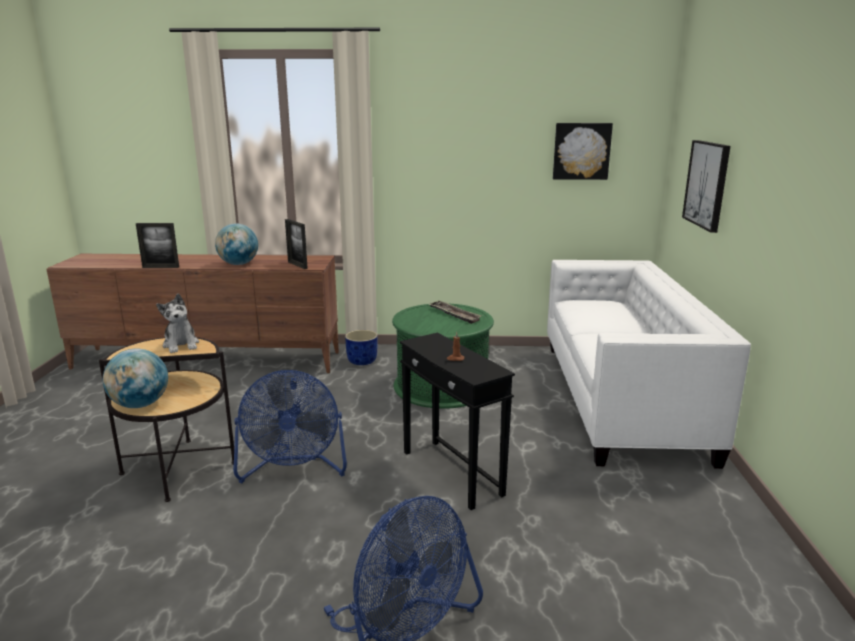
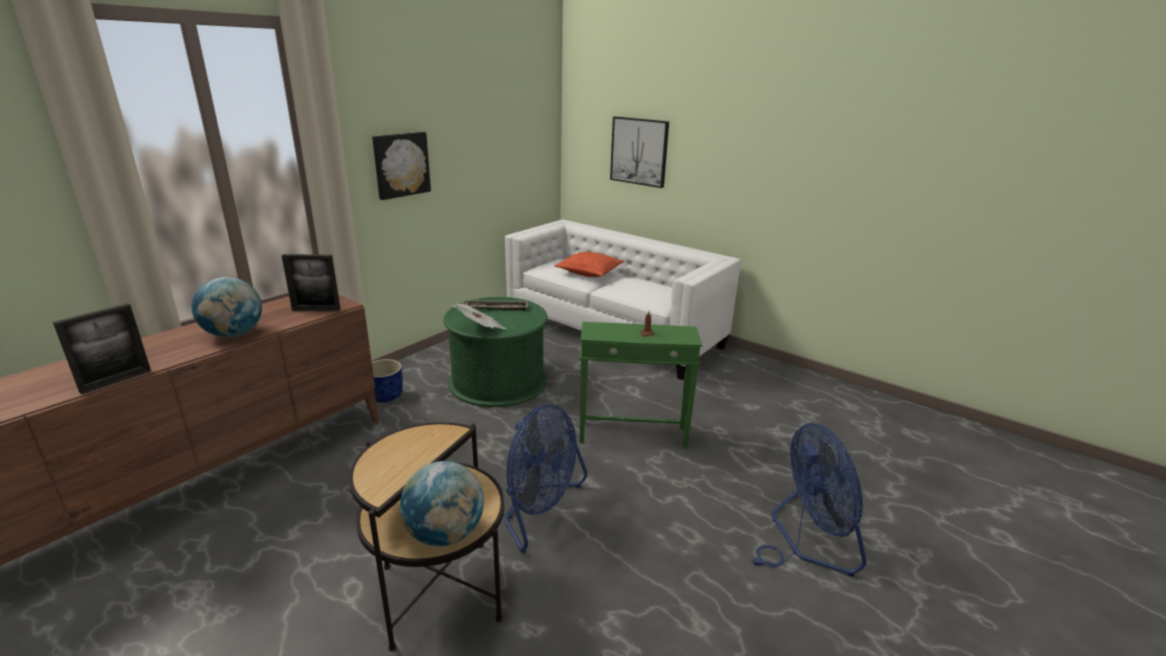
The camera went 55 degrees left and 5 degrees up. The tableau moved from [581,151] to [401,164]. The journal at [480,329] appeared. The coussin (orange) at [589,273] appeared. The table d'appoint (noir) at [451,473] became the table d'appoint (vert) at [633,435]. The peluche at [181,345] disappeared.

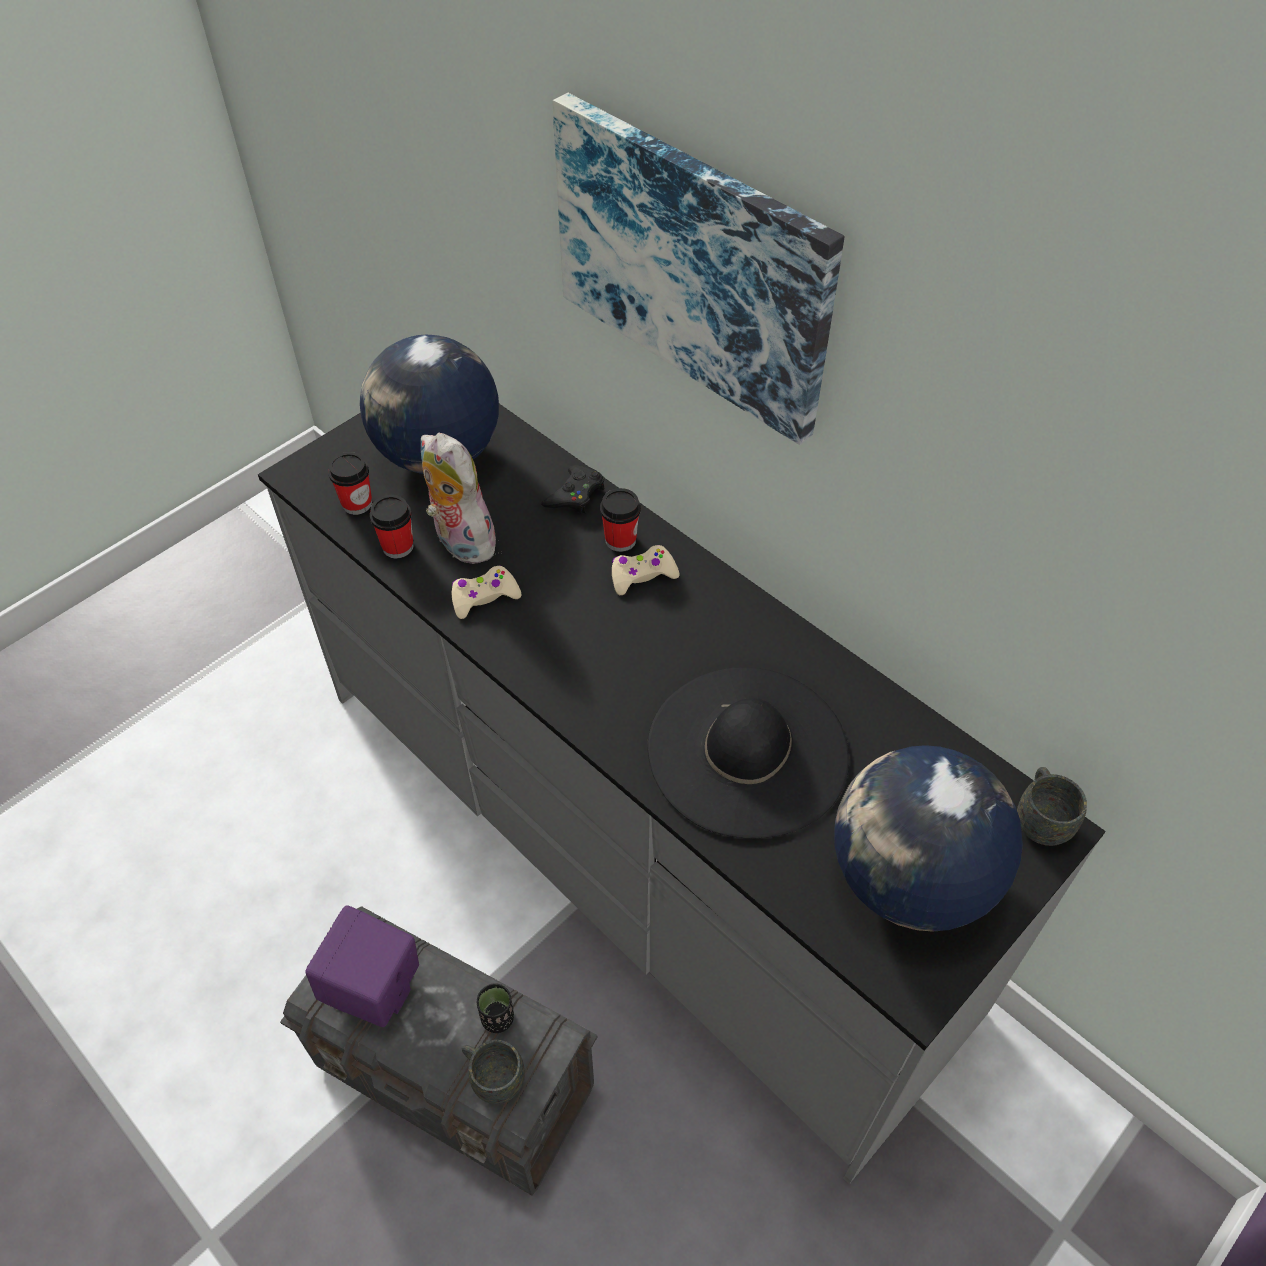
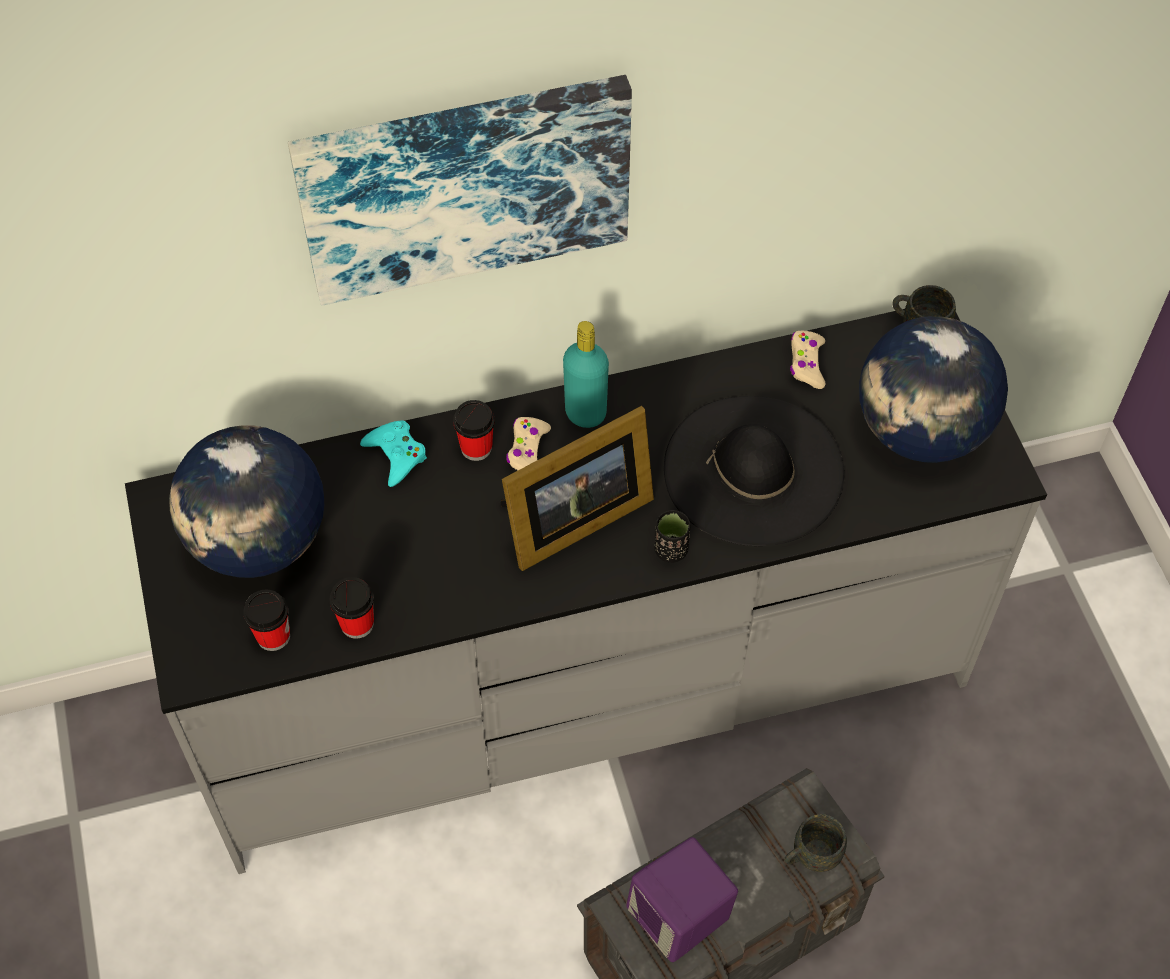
The camera went 60 degrees left and 5 degrees up. The manette (noir) at [575,495] became the manette (turquoise) at [396,455]. The cadre photo at [571,520] appeared. The bouteille (turquoise) at [585,413] appeared. The tasse (noir) moved from [498,1018] to [671,550]. The manette (beige) moved from [484,597] to [806,364]. The peluche at [460,542] disappeared.

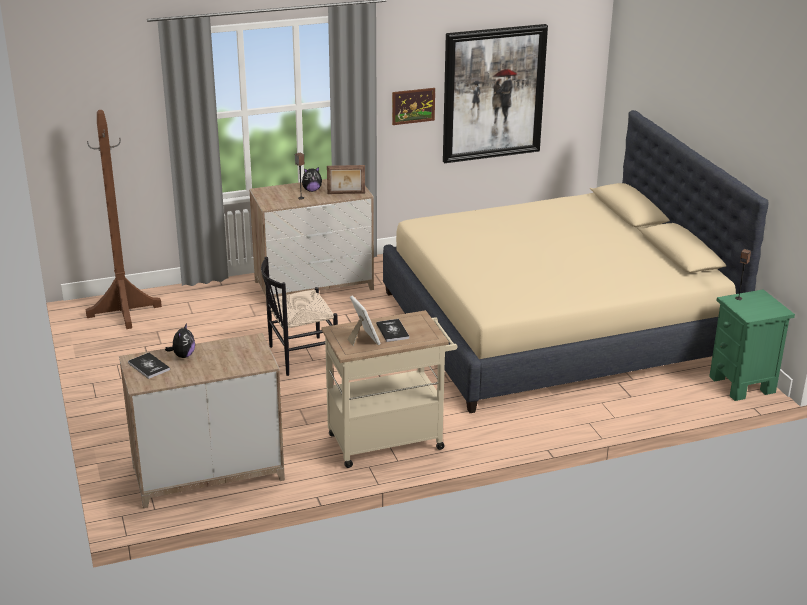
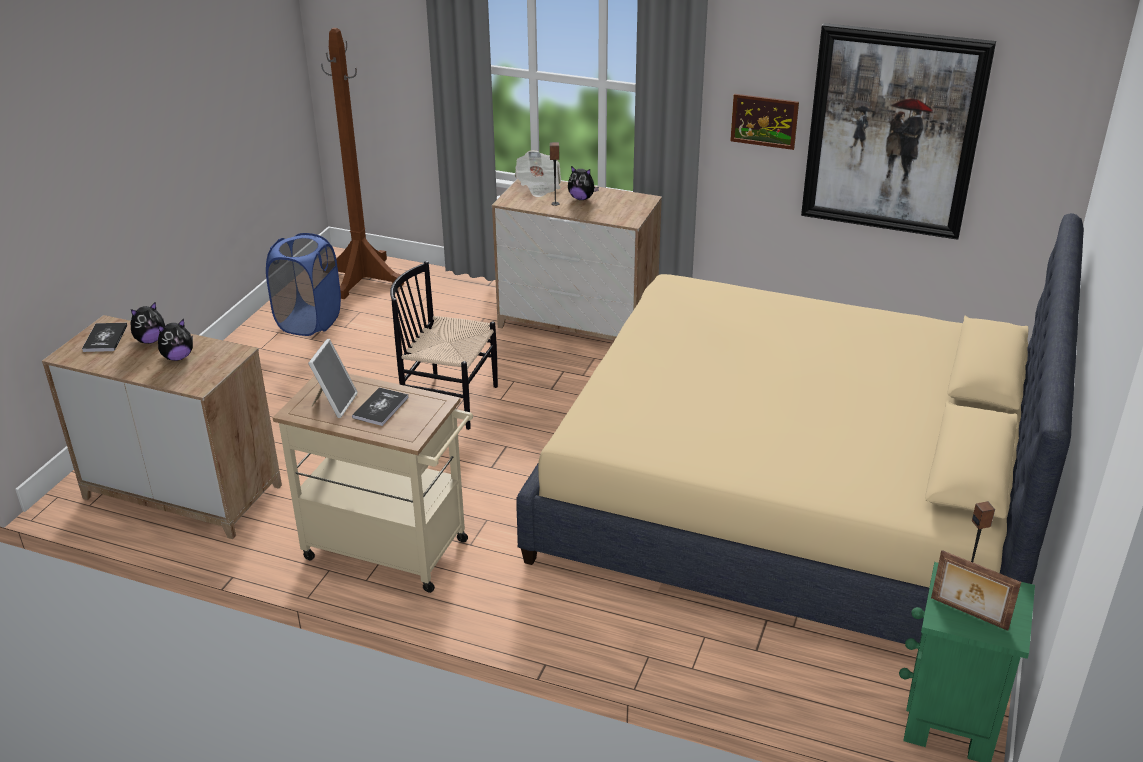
The camera went 40 degrees right and 5 degrees up. The peluche at [178,357] appeared. The panier à linge (bleu) at [309,321] appeared. The journal at [538,186] appeared. The cadre photo moved from [346,193] to [968,614].

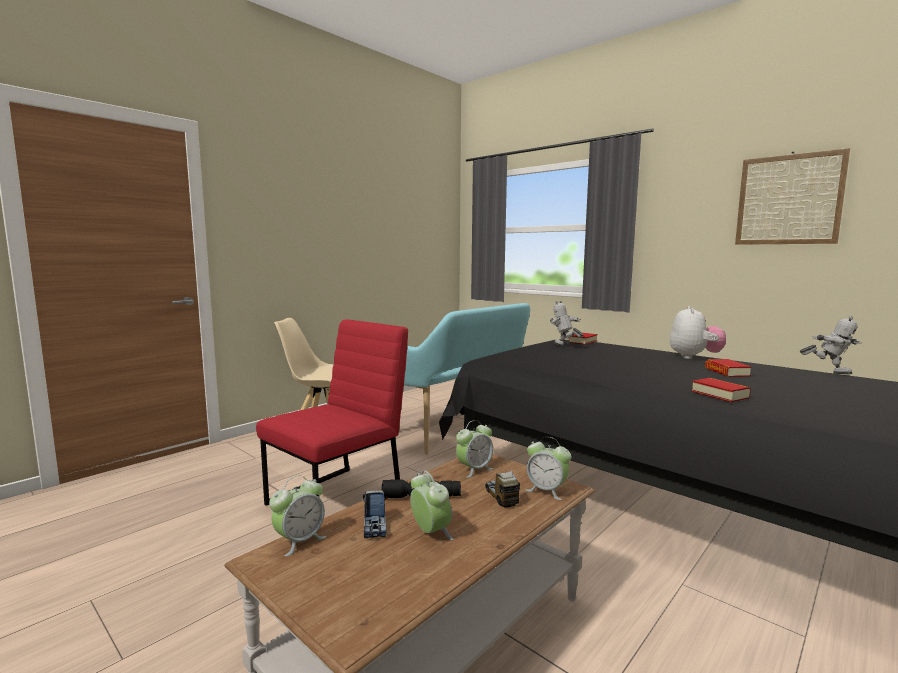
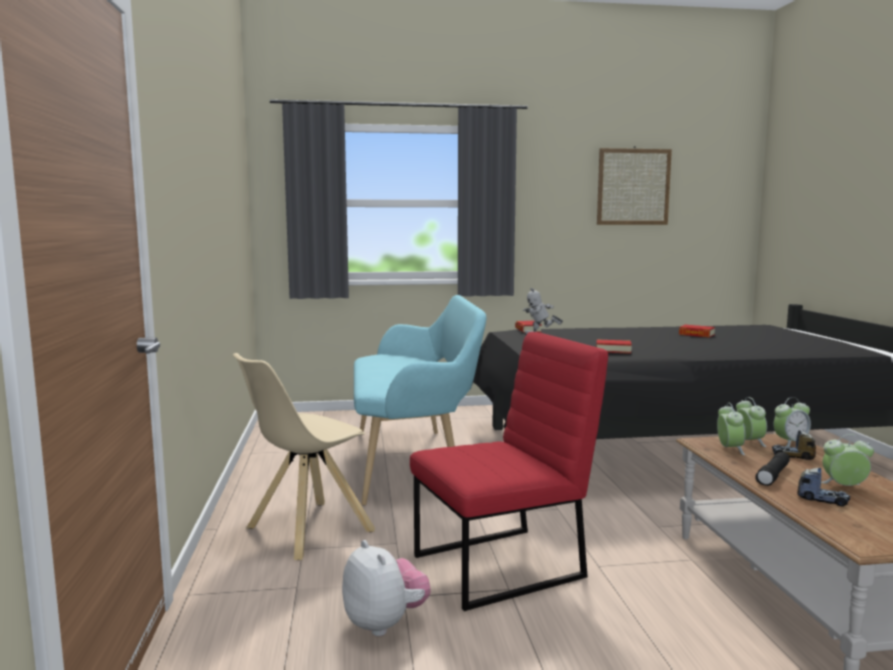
The camera went 50 degrees left and 0 degrees up. The peluche moved from [694,357] to [385,623]. The chaise (rouge) at [338,497] turned 75 degrees clockwise. The livre moved from [719,394] to [613,350]. The réveil moved from [299,541] to [749,442]. The robot jouet at [828,372] disappeared.

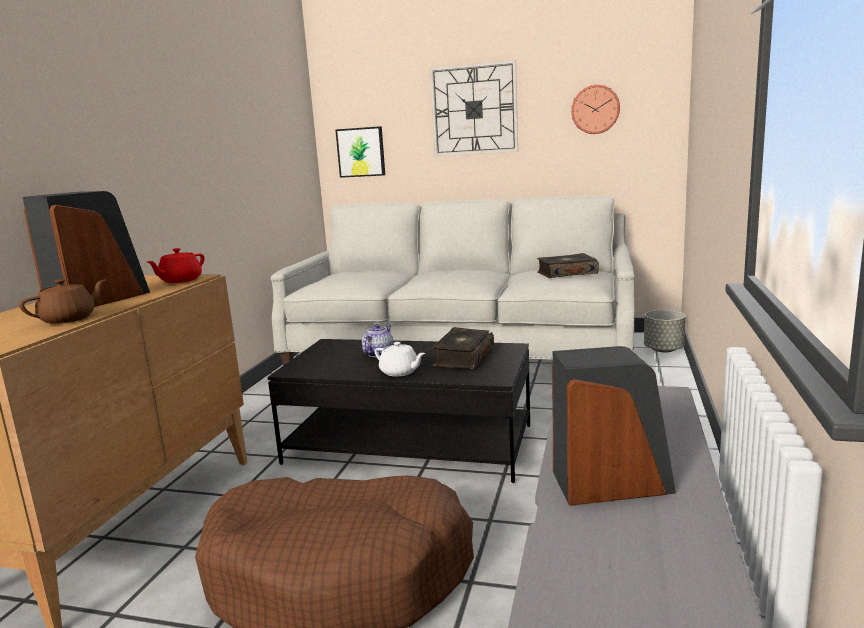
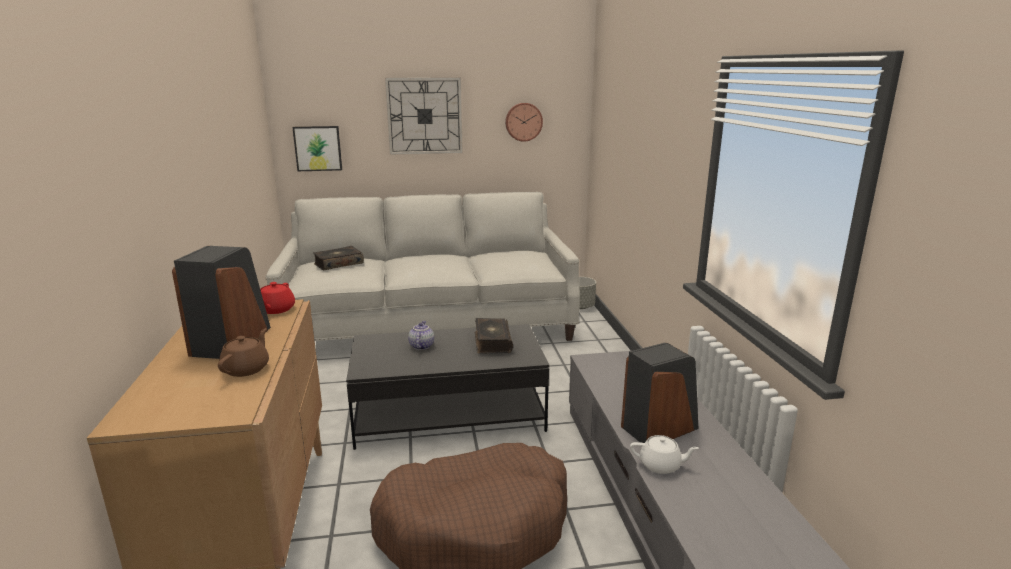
The camera went 25 degrees left and 5 degrees up. The livre moved from [566,273] to [338,264]. The théière (blanc) moved from [400,372] to [661,465].

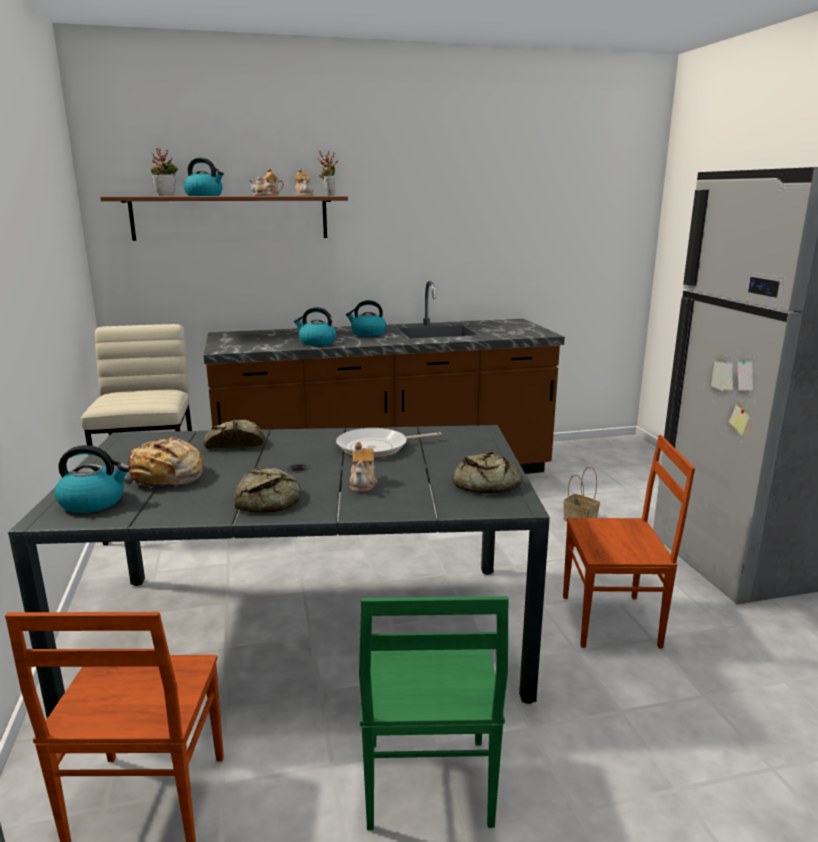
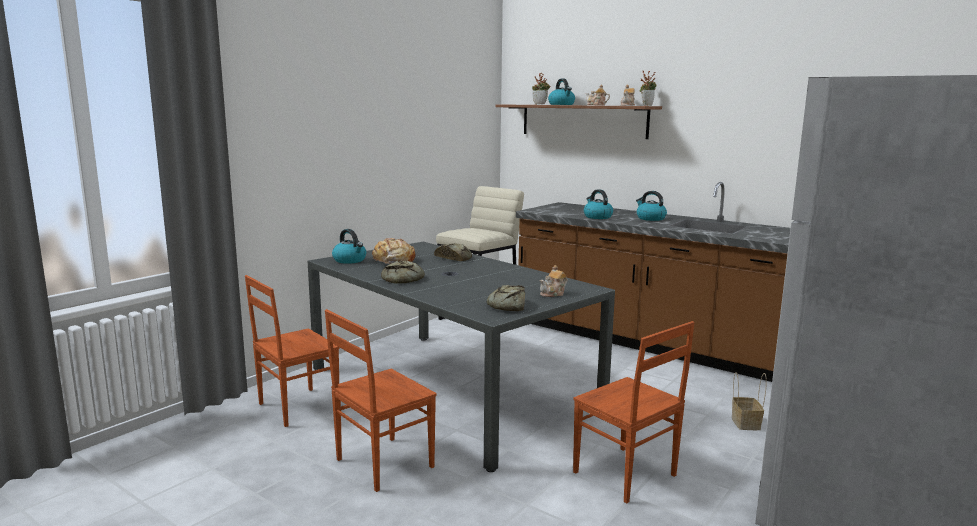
The camera went 50 degrees right and 5 degrees down. The chaise (vert) at [426,785] became the chaise (marron) at [382,463]. The théière moved from [363,484] to [553,294]. The poêle at [377,447] disappeared.

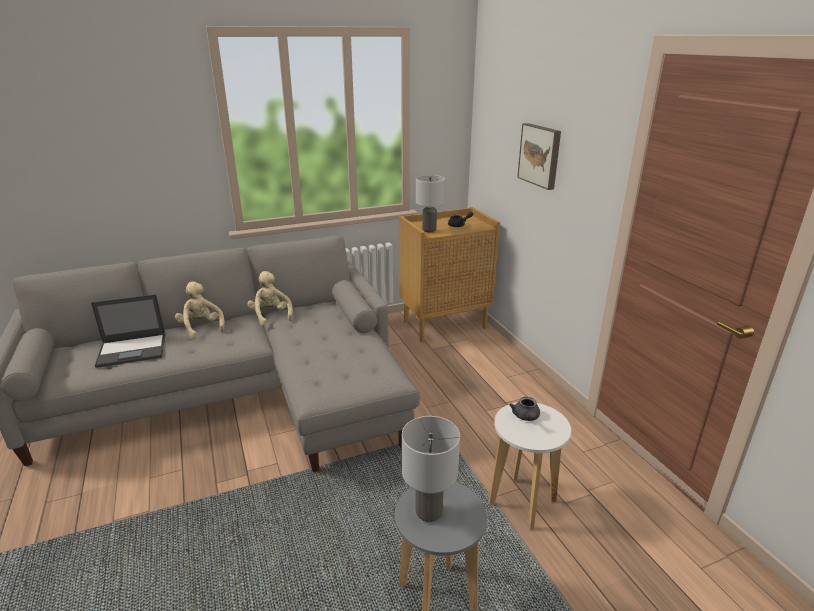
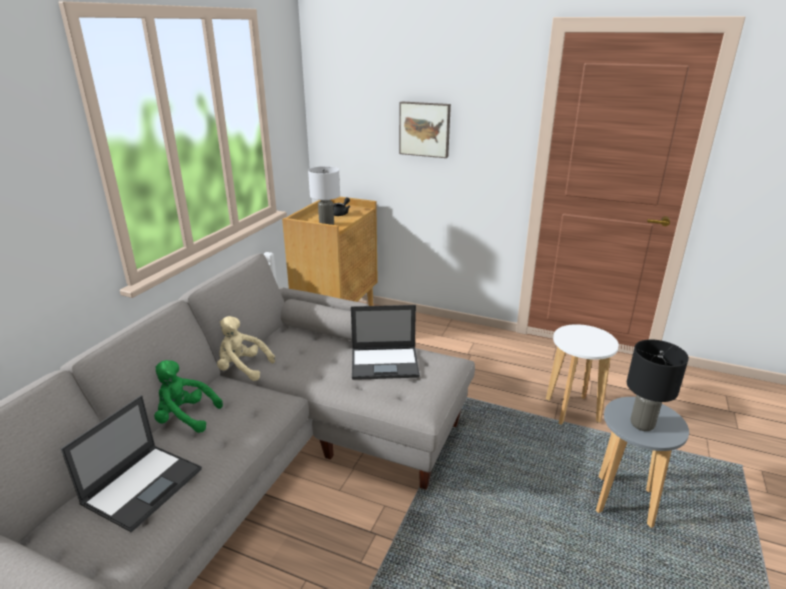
The camera went 45 degrees left and 0 degrees up. The peluche (beige) at [201,328] became the peluche (vert) at [185,417]. The ordinateur portable at [385,363] appeared. The lampe de table (blanc) at [430,514] became the lampe de table (noir) at [643,425]. The théière (gris) at [526,417] disappeared.

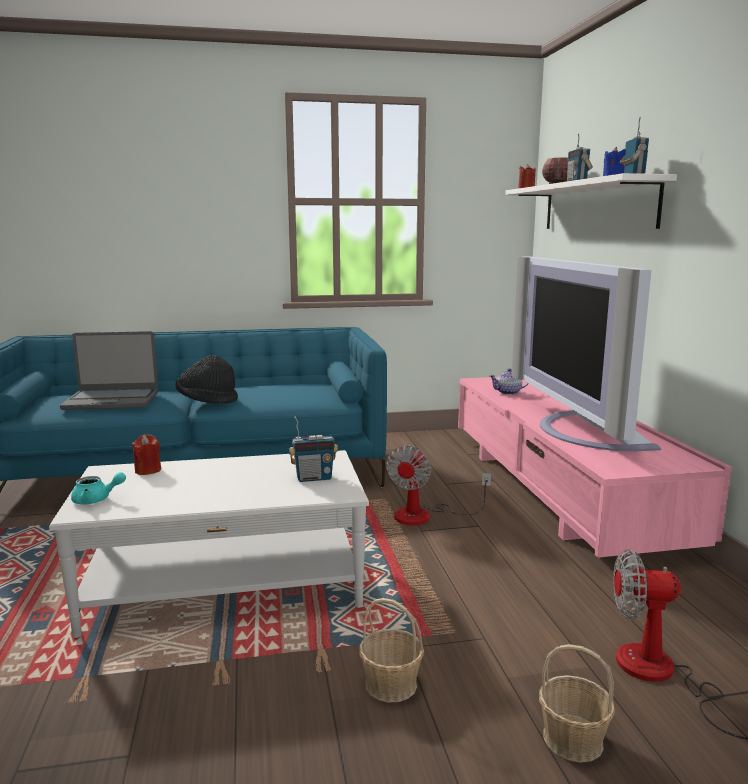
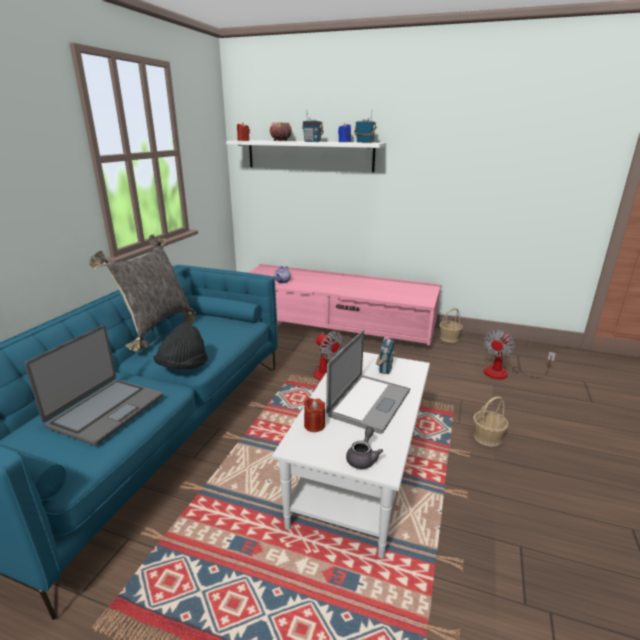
The camera went 60 degrees left and 10 degrees up. The coussin at [155,334] appeared. The ordinateur portable at [369,402] appeared. The théière (turquoise) at [96,500] became the théière (gris) at [363,457]. The panier moved from [573,740] to [449,338]. The téléviseur at [584,430] disappeared.

